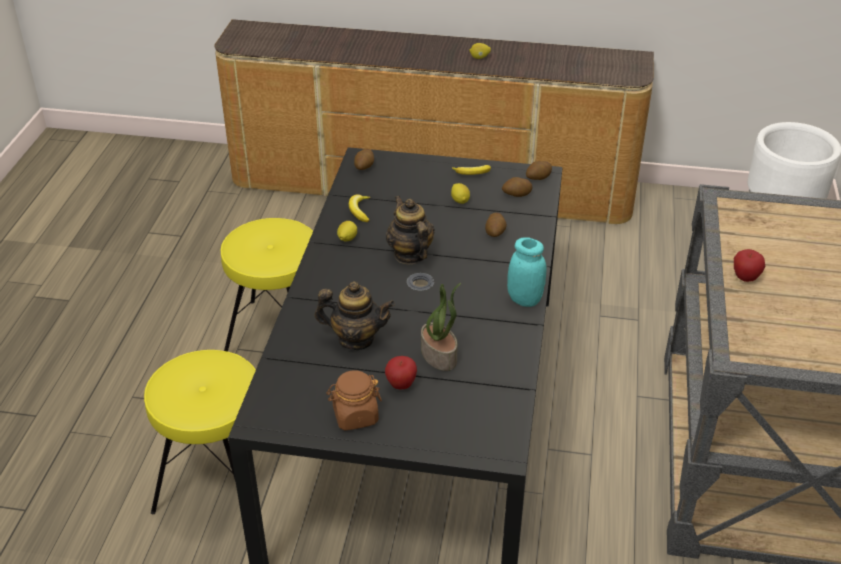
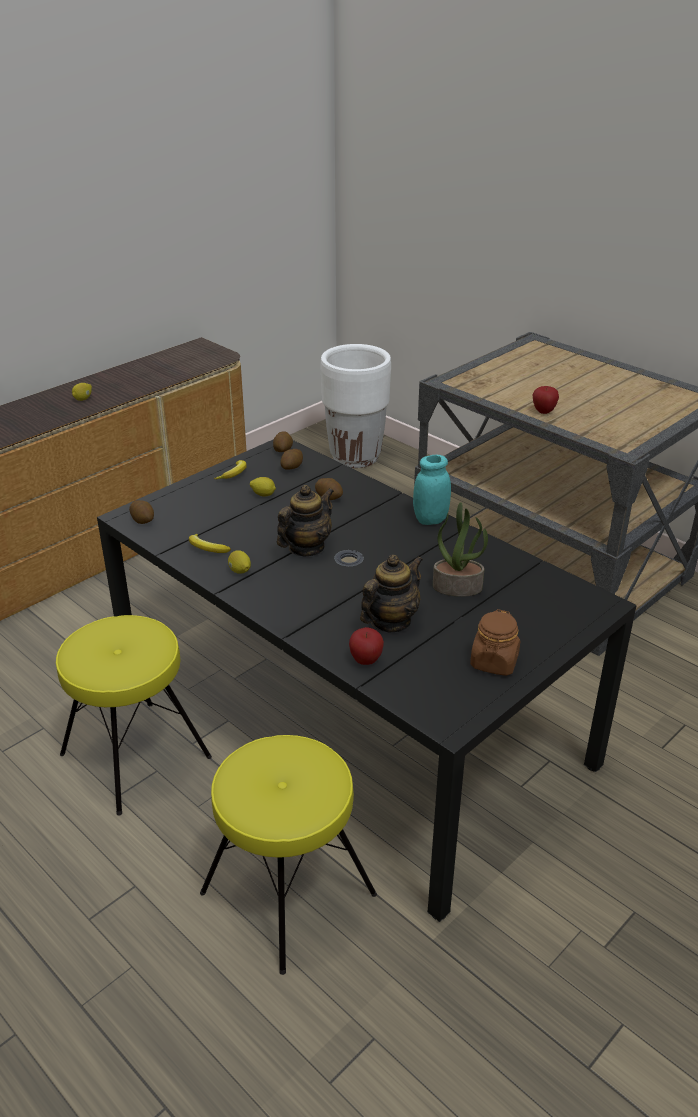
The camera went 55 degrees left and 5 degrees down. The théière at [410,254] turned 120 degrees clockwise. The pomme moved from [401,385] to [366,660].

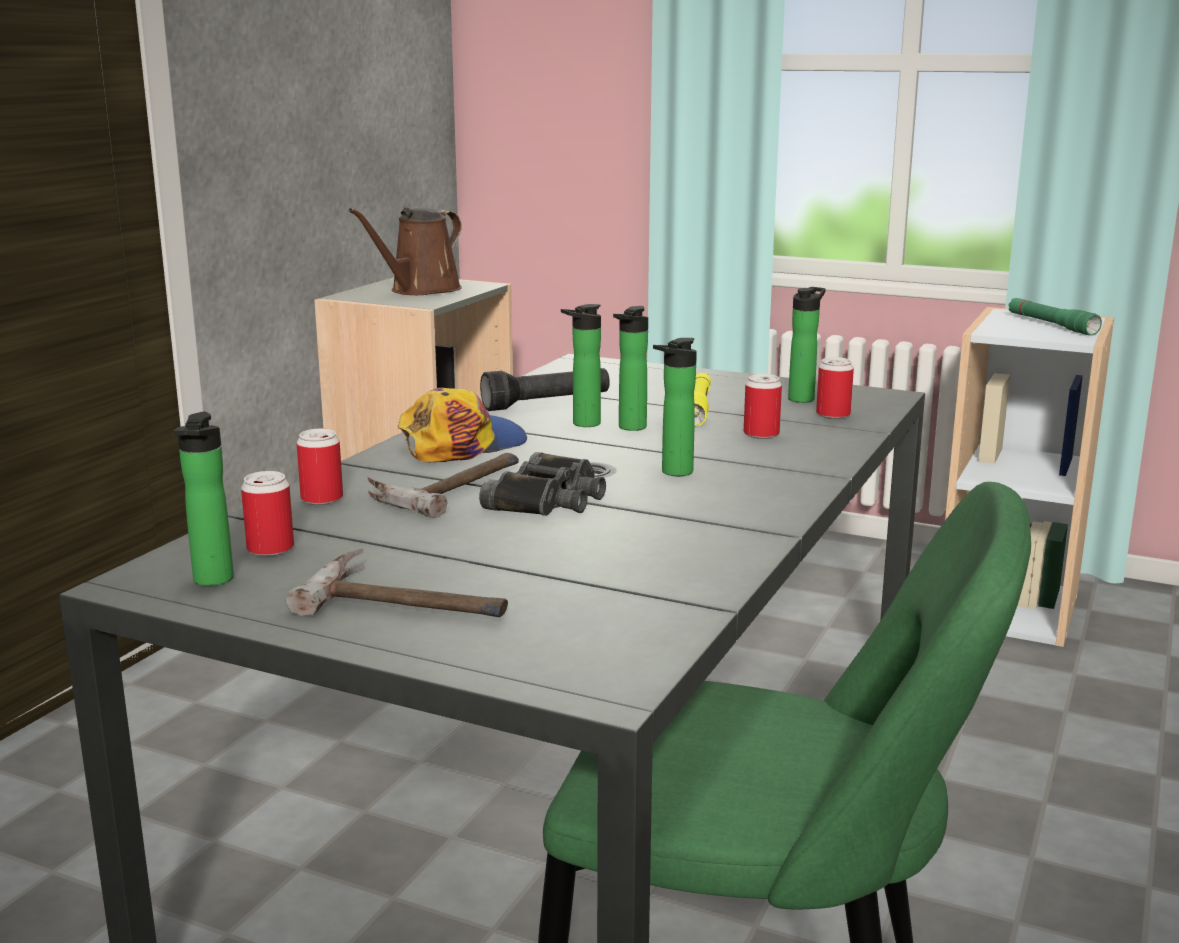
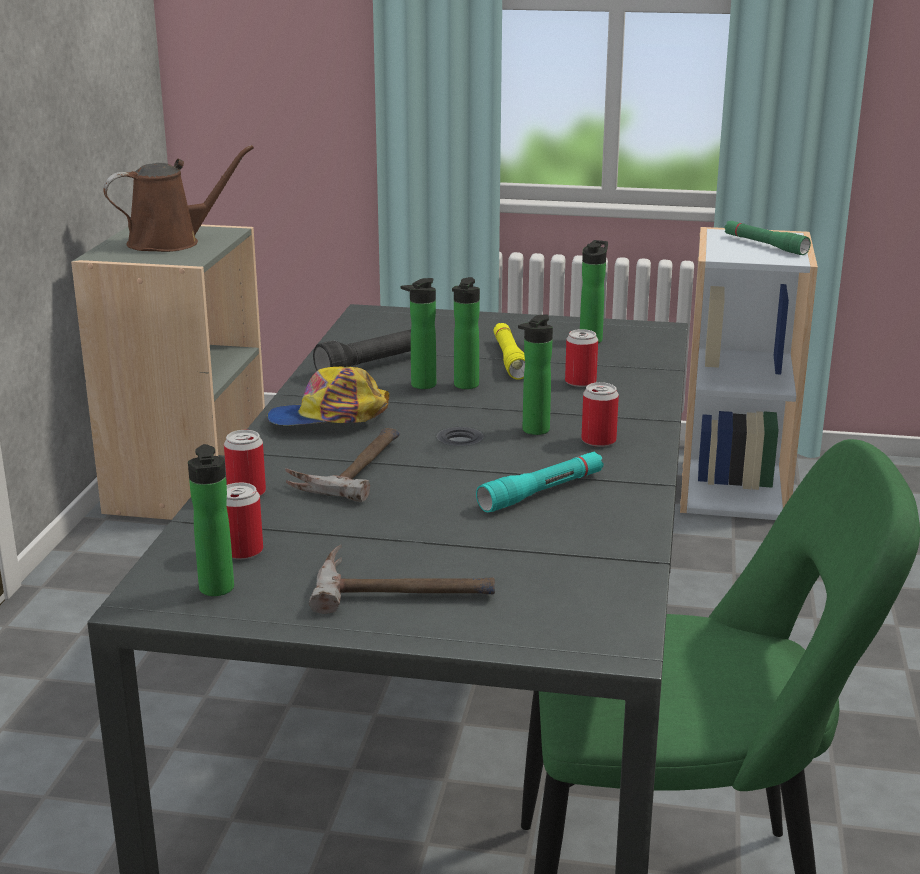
The camera went 15 degrees left and 5 degrees up. The arrosoir (marron) at [420,290] turned 135 degrees counterclockwise. The casquette at [462,444] turned 135 degrees counterclockwise. The lampe de poche (turquoise) at [542,492] appeared. The boîte métallique moved from [833,414] to [598,441]. The jumelles (noir) at [549,499] disappeared.

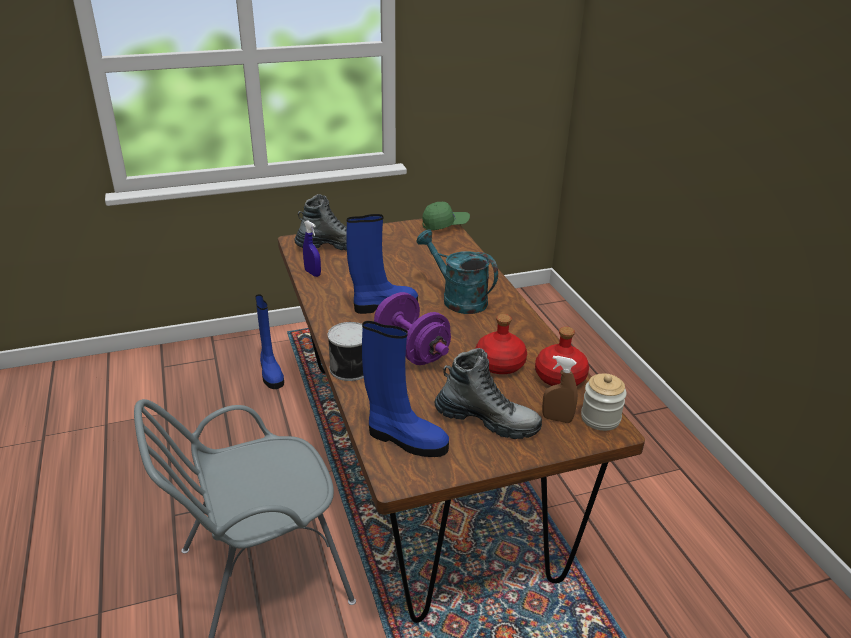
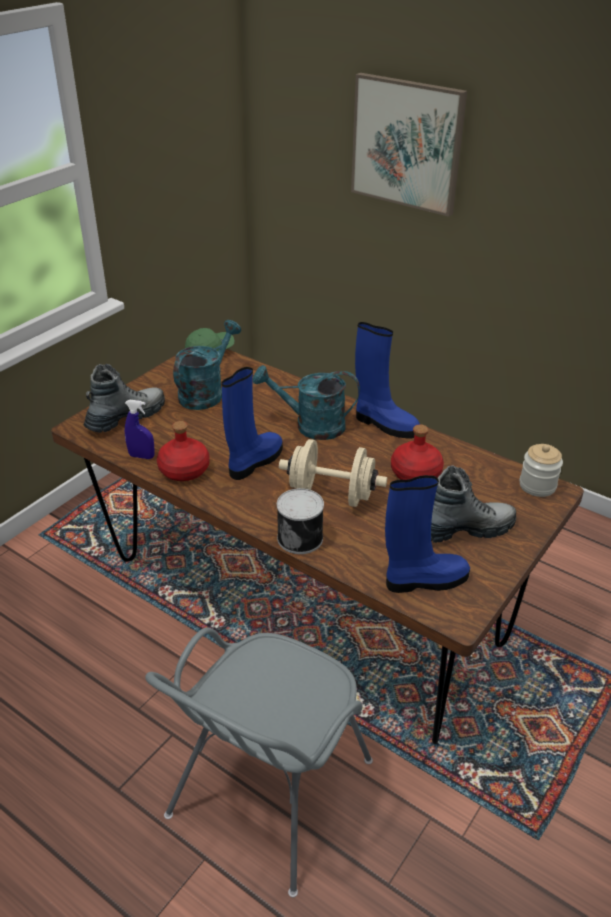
The camera went 35 degrees left and 5 degrees up. The bouteille (rouge) moved from [560,377] to [184,470]. The arrosoir (turquoise) at [206,392] appeared. The haltère (violet) at [411,351] became the haltère (beige) at [331,495]. The tableau at [407,144] appeared. The botte (bleu) moved from [270,373] to [384,424]. The vaporisateur (marron) at [557,419] disappeared.

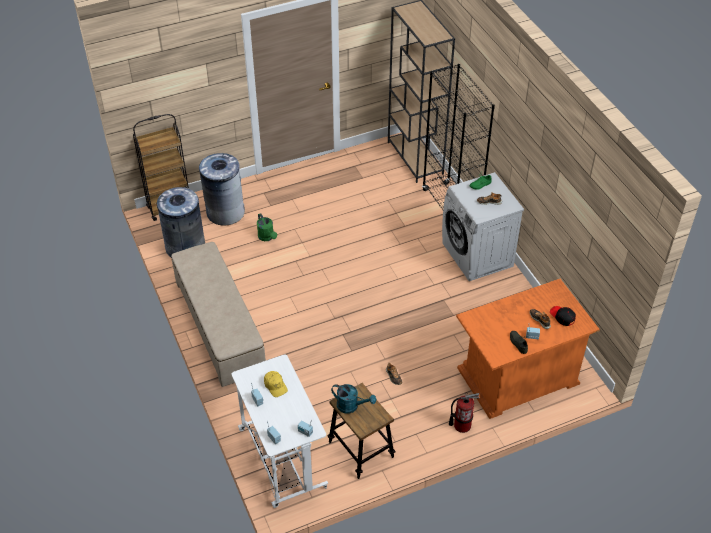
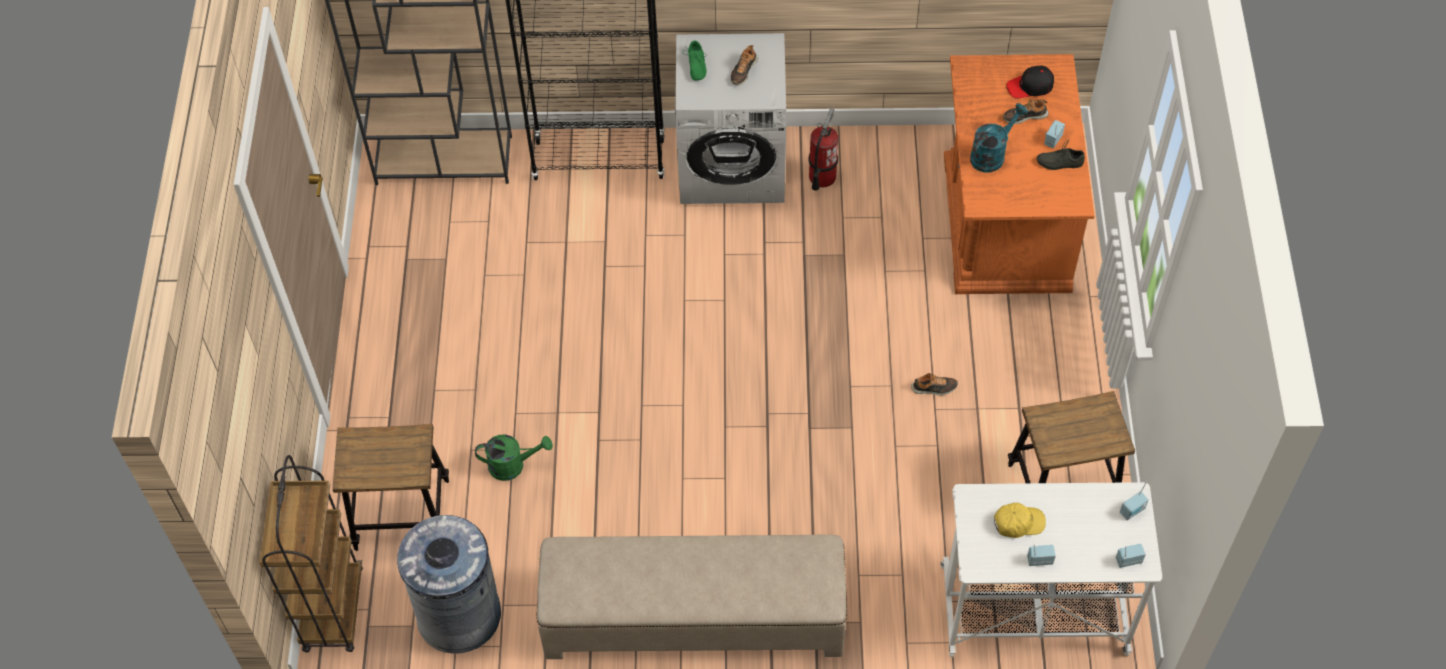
The camera went 65 degrees left and 10 degrees up. The poubelle (gris) at [225,212] was replaced by the tabouret at [402,515]. The extincteur moved from [462,425] to [821,177]. The arrosoir (turquoise) moved from [351,406] to [992,154].

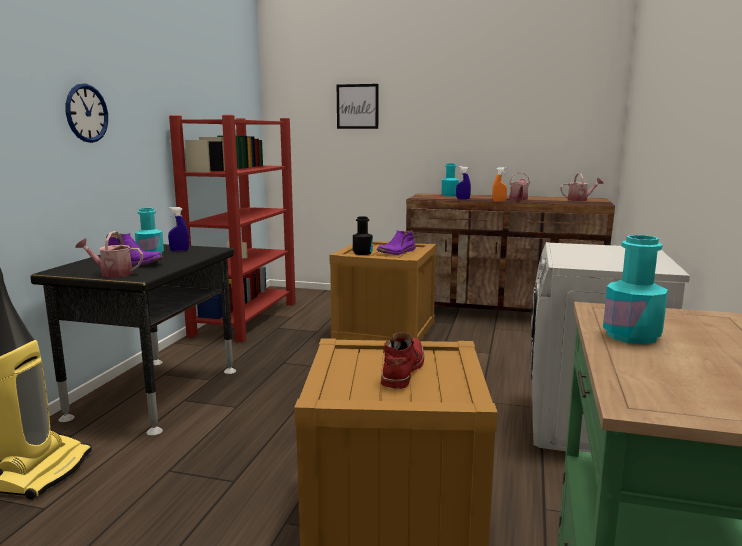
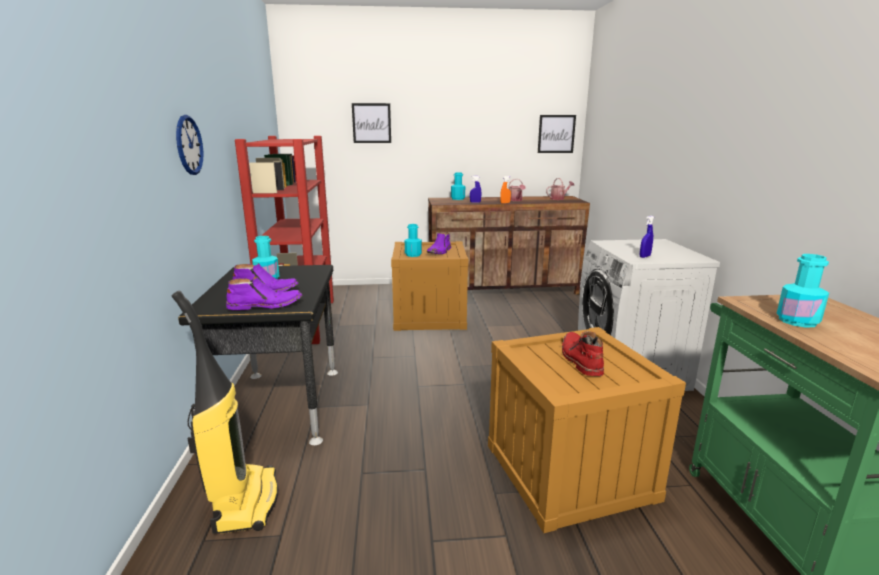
The camera went 20 degrees left and 5 degrees up. The arrosoir at [112,273] was replaced by the botte (violet) at [265,305]. The bouteille (noir) at [362,253] became the bouteille (turquoise) at [413,255]. The tableau at [556,134] appeared. The vaporisateur (bleu) moved from [179,250] to [644,256].

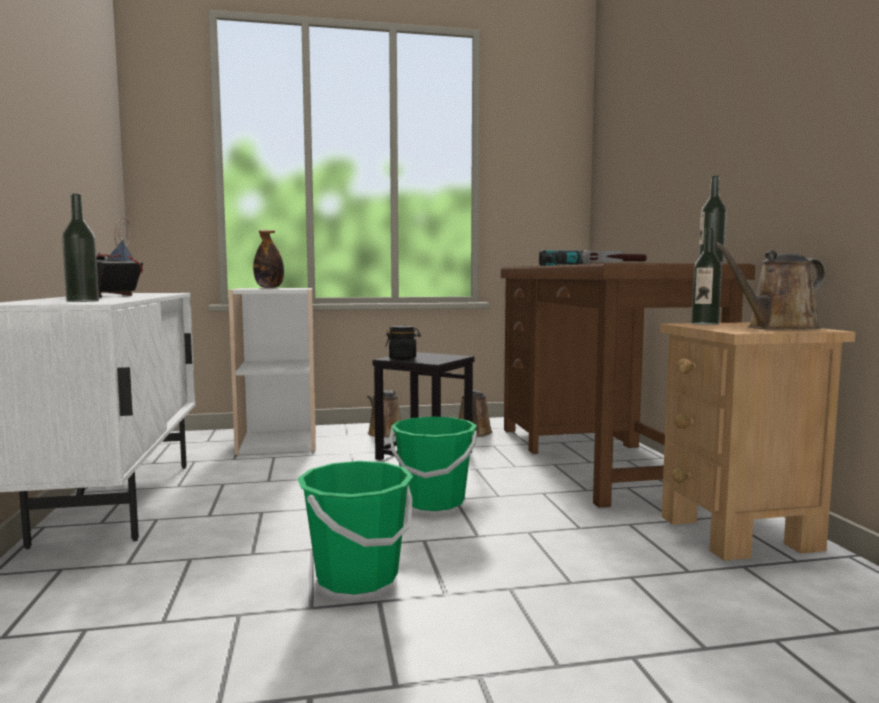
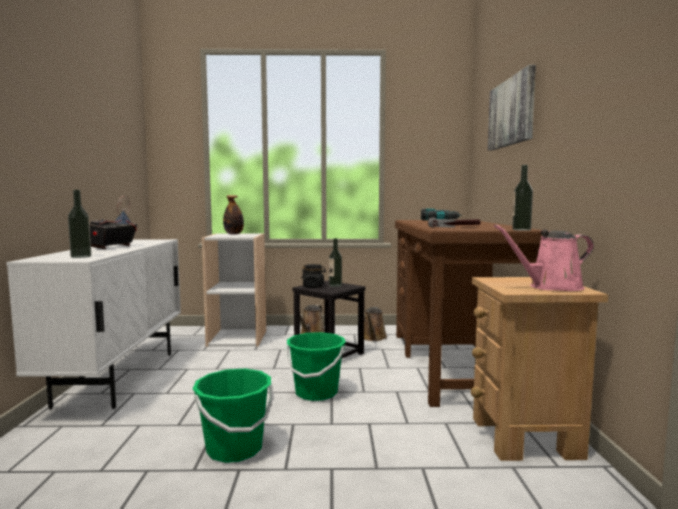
The camera went 10 degrees right and 0 degrees up. The bouteille moved from [705,324] to [335,285]. The tableau at [512,112] appeared. The arrosoir (marron) at [777,328] became the arrosoir (rose) at [551,287].

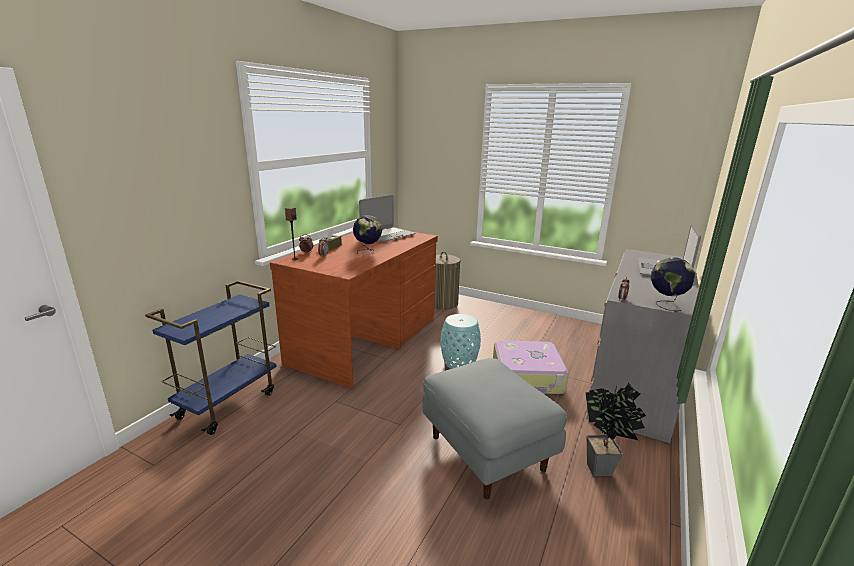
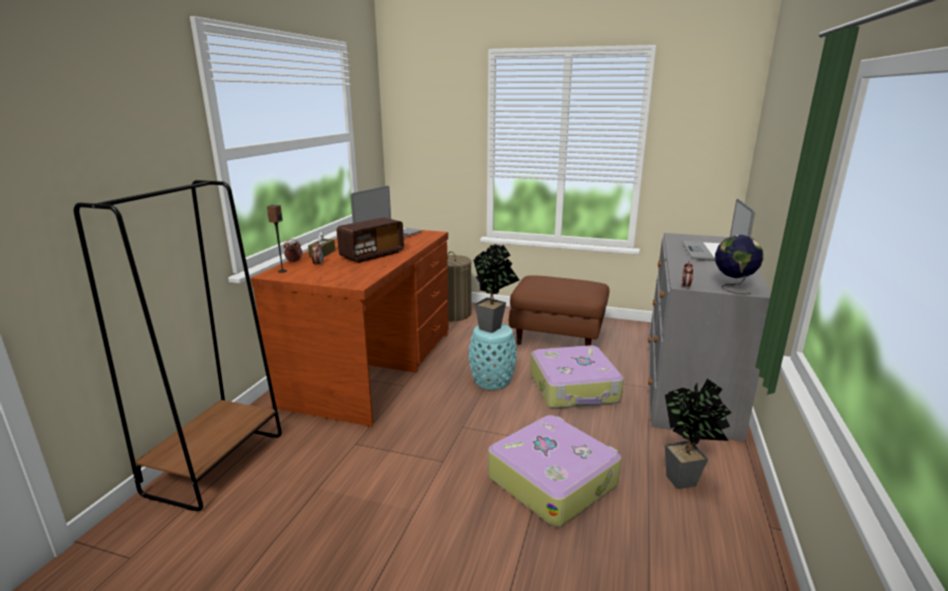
The camera went 10 degrees left and 0 degrees up. The chariot (bleu) at [230,404] was replaced by the portant at [216,465]. The globe at [368,251] was replaced by the radio at [372,255]. The plante en pot at [493,327] appeared. The pouf (gris) at [485,452] was replaced by the valise at [552,479]. The pouf (marron) at [558,338] appeared.

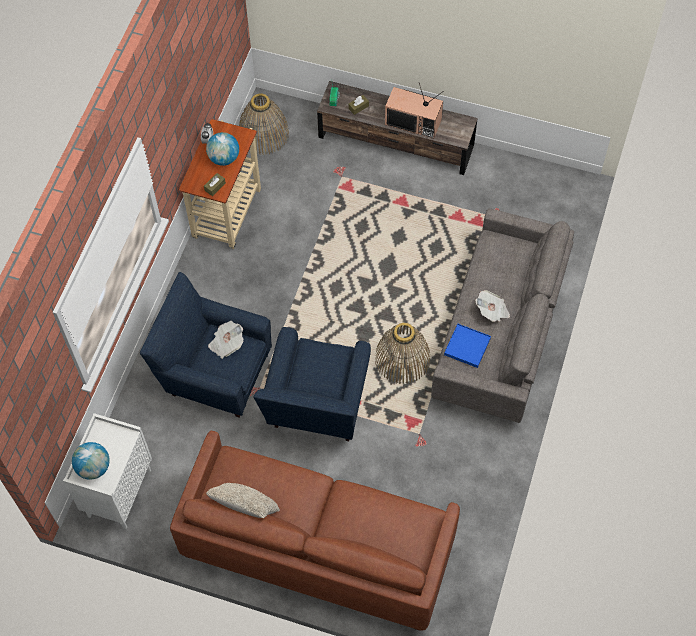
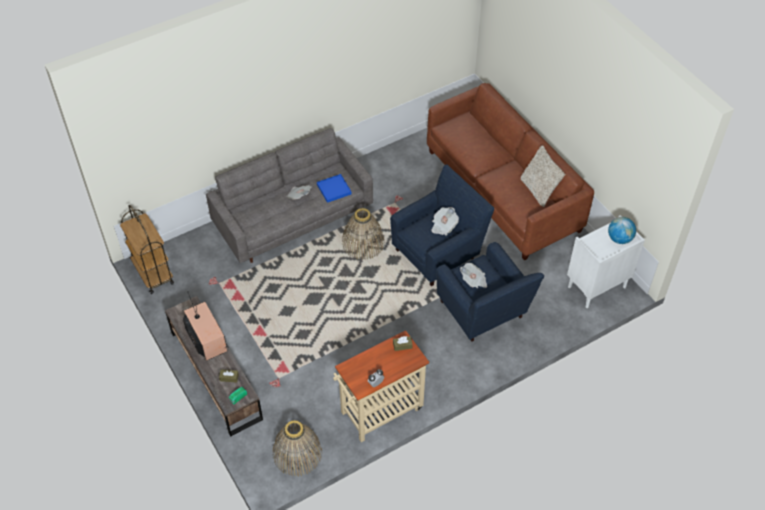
The camera went 140 degrees left and 10 degrees down. The chariot (marron) at [152,273] appeared. The journal at [443,226] appeared. The globe at [224,158] disappeared.

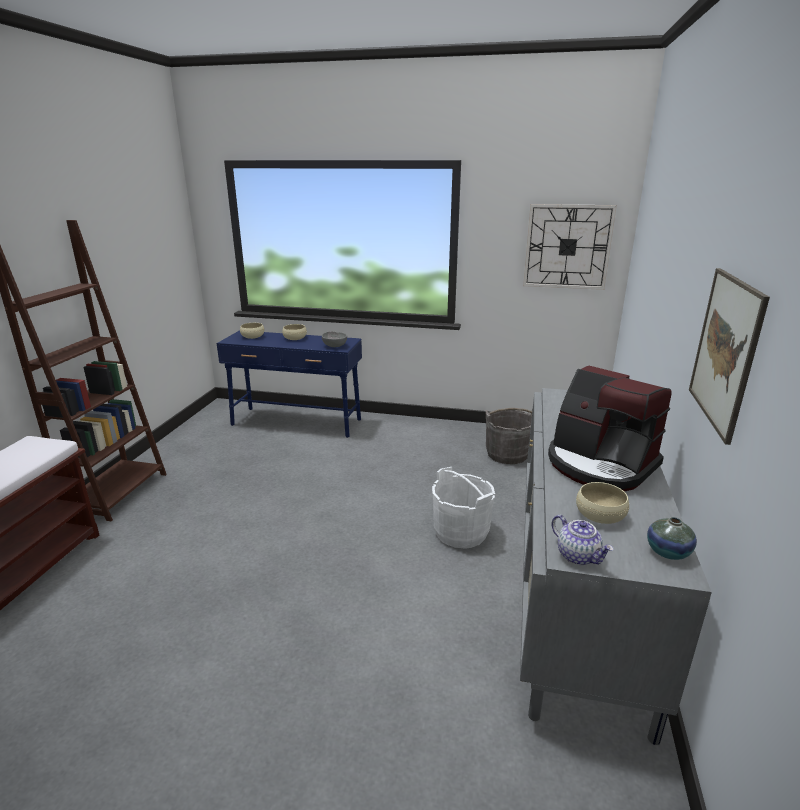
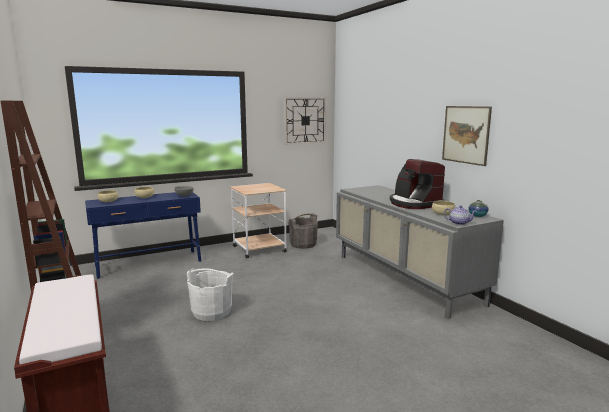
The camera went 40 degrees left and 10 degrees down. The seau (blanc) moved from [460,532] to [211,312]. The chariot (beige) at [260,249] appeared. The machine à café at [600,465] turned 60 degrees clockwise.

